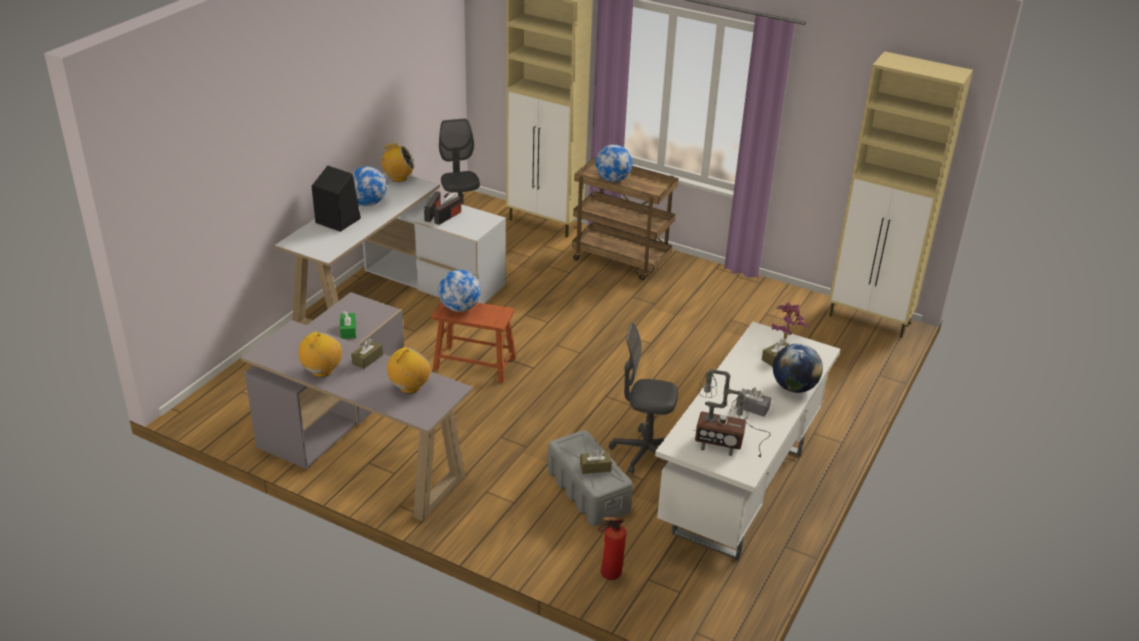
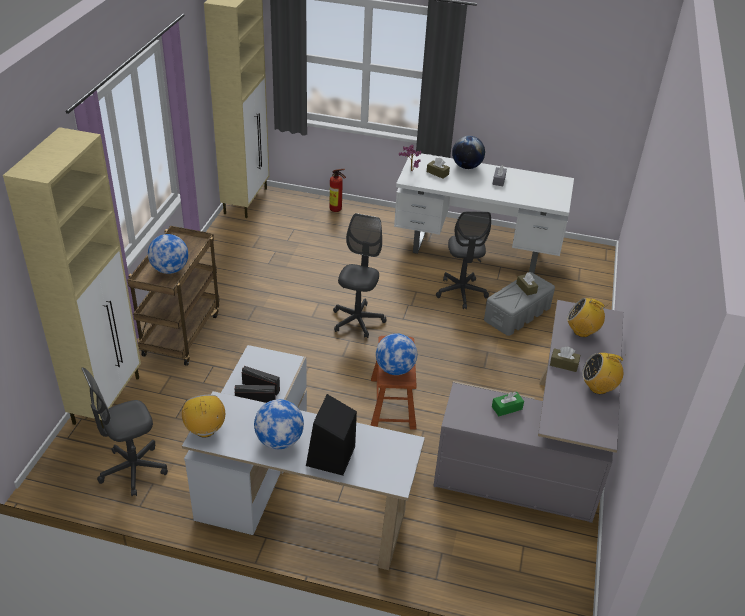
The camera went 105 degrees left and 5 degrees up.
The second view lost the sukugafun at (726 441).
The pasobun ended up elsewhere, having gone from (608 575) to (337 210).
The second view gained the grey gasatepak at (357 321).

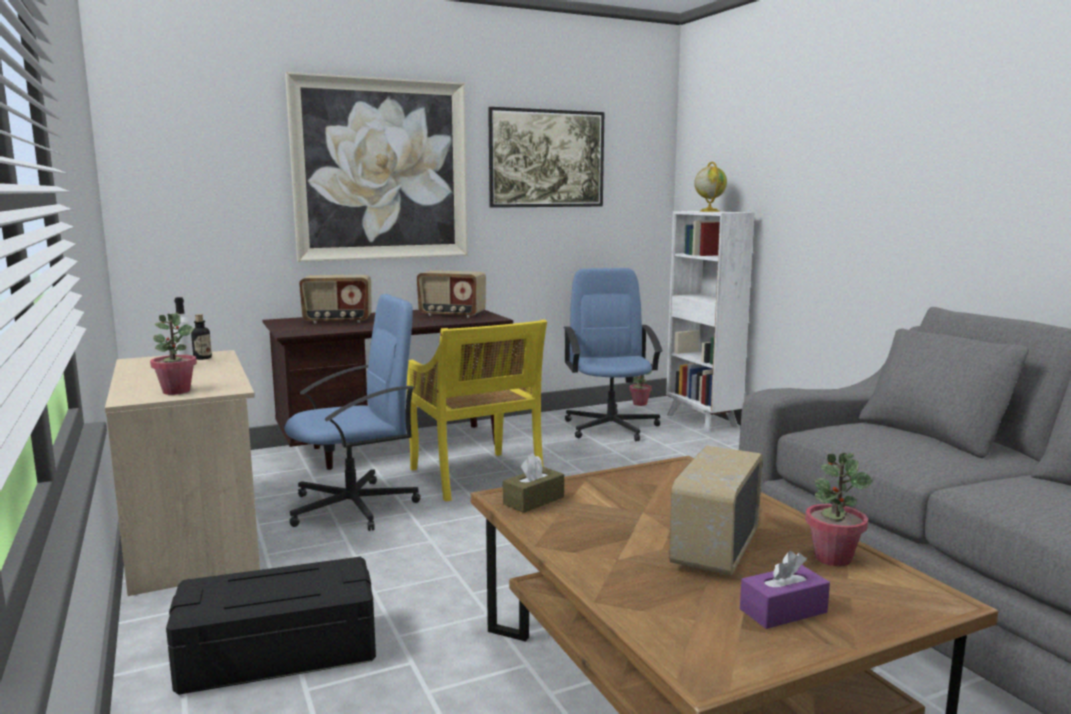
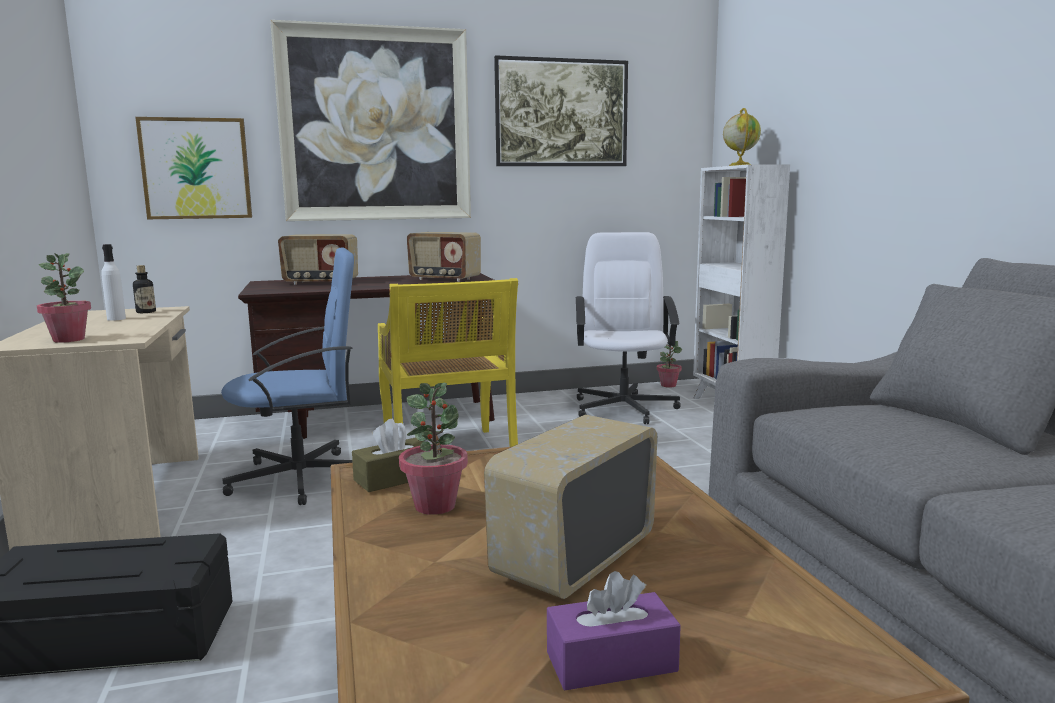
The camera went 10 degrees right and 0 degrees up.
What was the blue gasatepak at (611 427) turned into the white gasatepak at (624 408).
The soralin ended up elsewhere, having gone from (832 558) to (435 506).
The second view gained the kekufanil at (196 169).

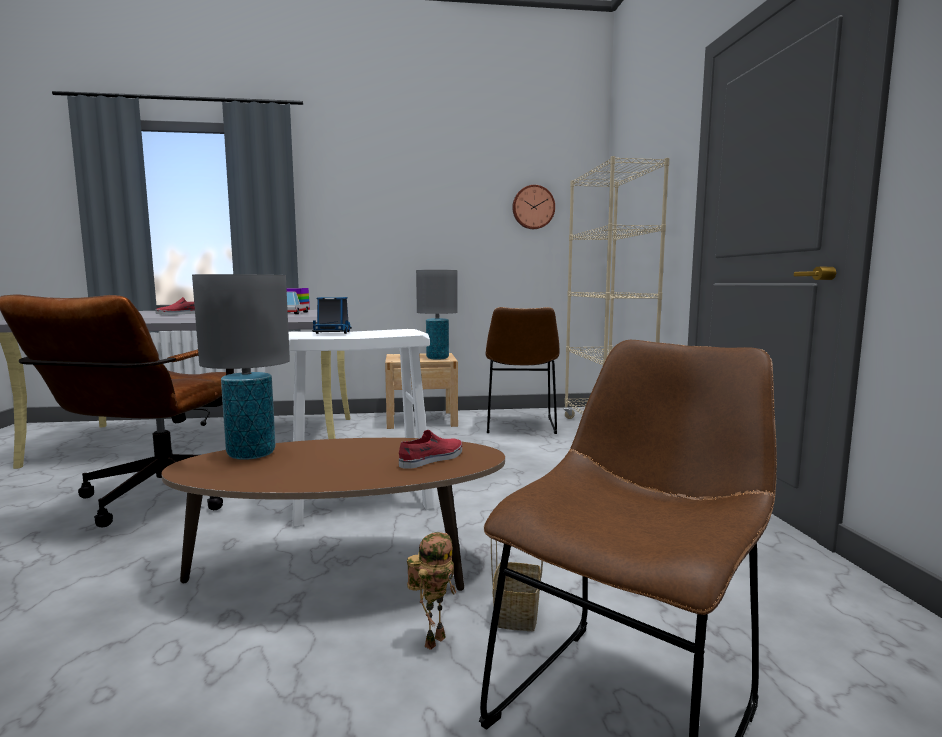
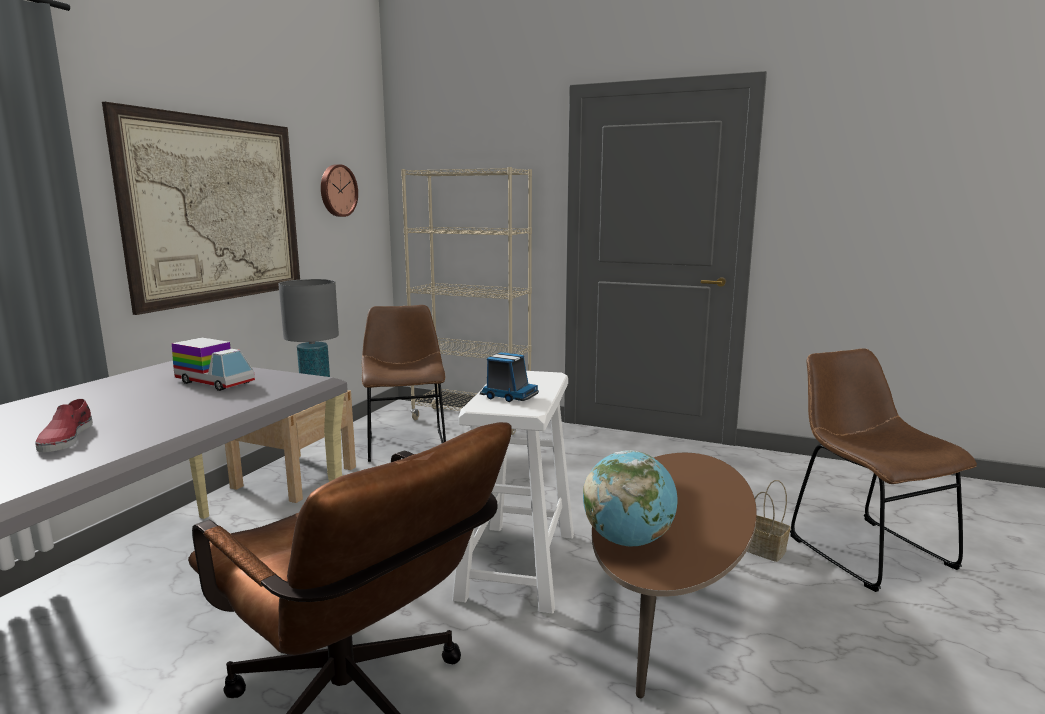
The camera went 60 degrees left and 5 degrees up.
Where the grey sukugafun stood at (251 454), the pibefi came to stand at (628 540).
The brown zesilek at (520 427) ended up facing another way, 135 degrees counterclockwise from before.
The second view lost the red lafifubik at (432 459).
The second view lost the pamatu at (434 640).
The second view gained the kekufanil at (217 210).

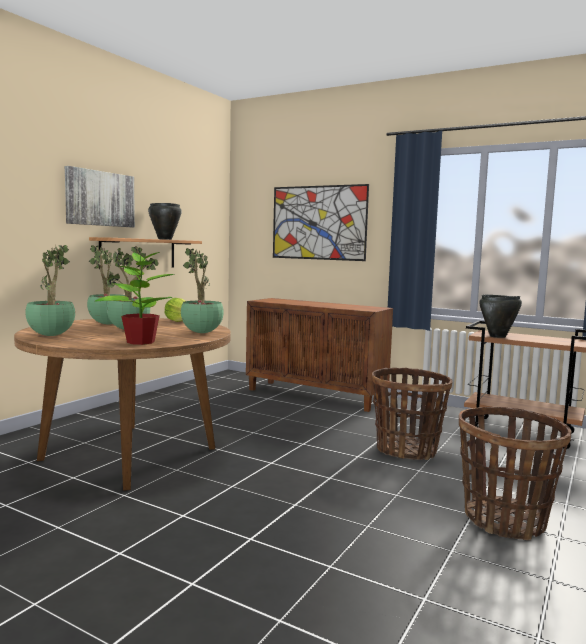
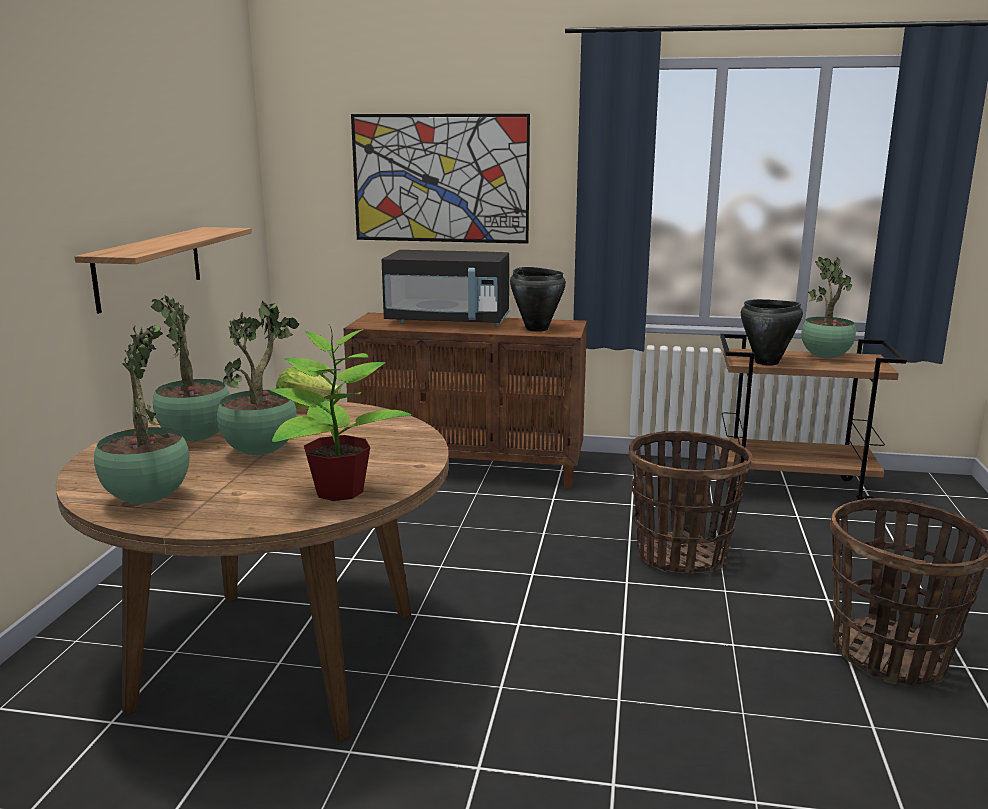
The camera went 20 degrees left and 10 degrees up.
The second view lost the kekufanil at (100 198).
The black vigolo ended up elsewhere, having gone from (165 239) to (536 329).
The soralin ended up elsewhere, having gone from (201 333) to (826 358).
The second view gained the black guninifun at (448 321).

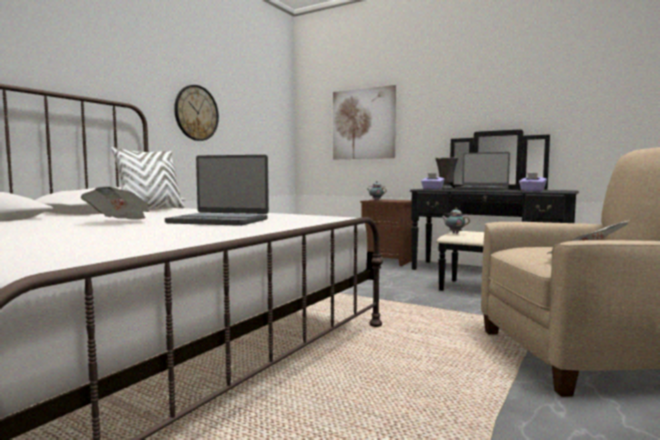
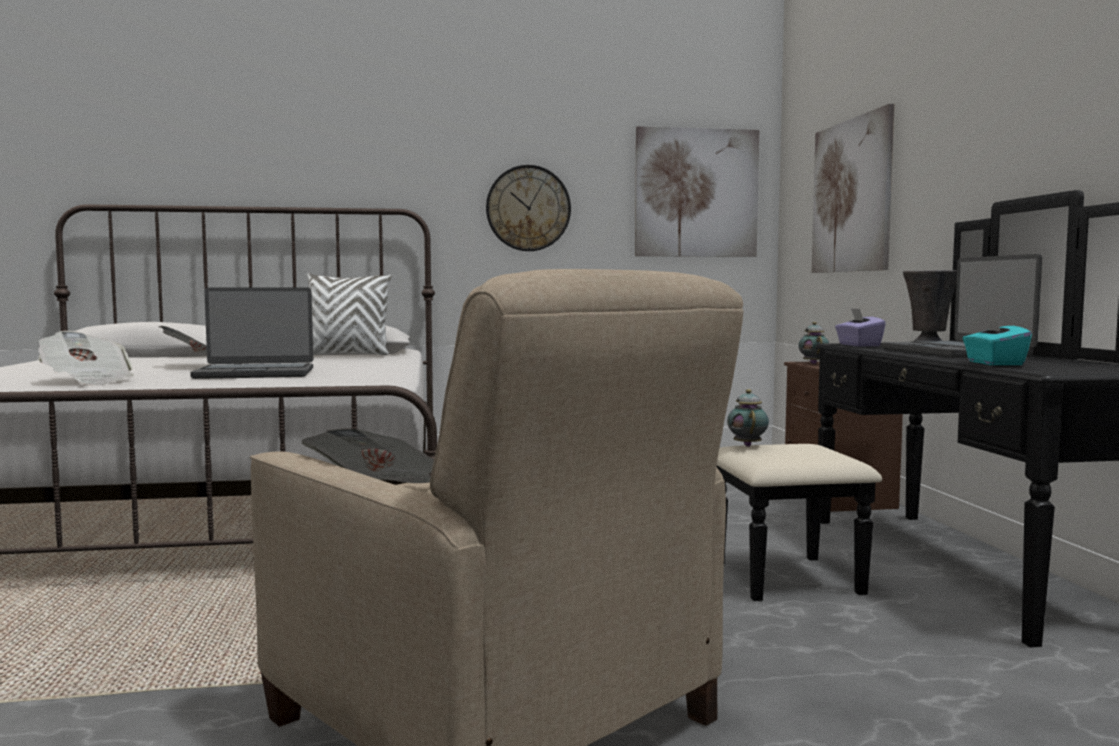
The camera went 50 degrees right and 0 degrees up.
The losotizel at (219 221) ended up facing another way, 75 degrees counterclockwise from before.
What was the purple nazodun at (532 190) turned into the turquoise nazodun at (994 363).
The second view gained the kekufanil at (696 193).
The second view gained the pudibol at (88 382).

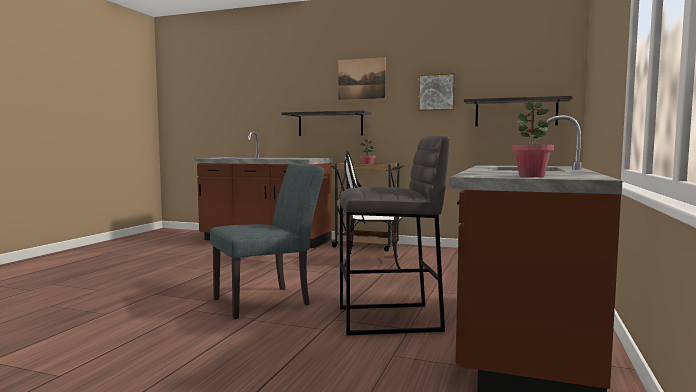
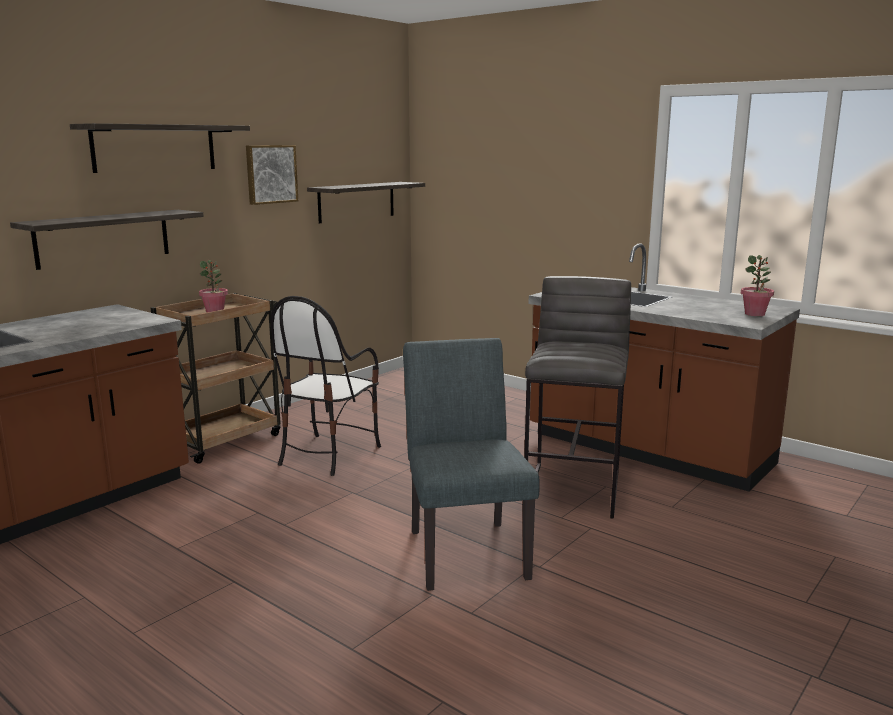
The camera went 70 degrees left and 10 degrees up.
Where the kekufanil hung at (361 79), the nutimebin came to hang at (155 148).

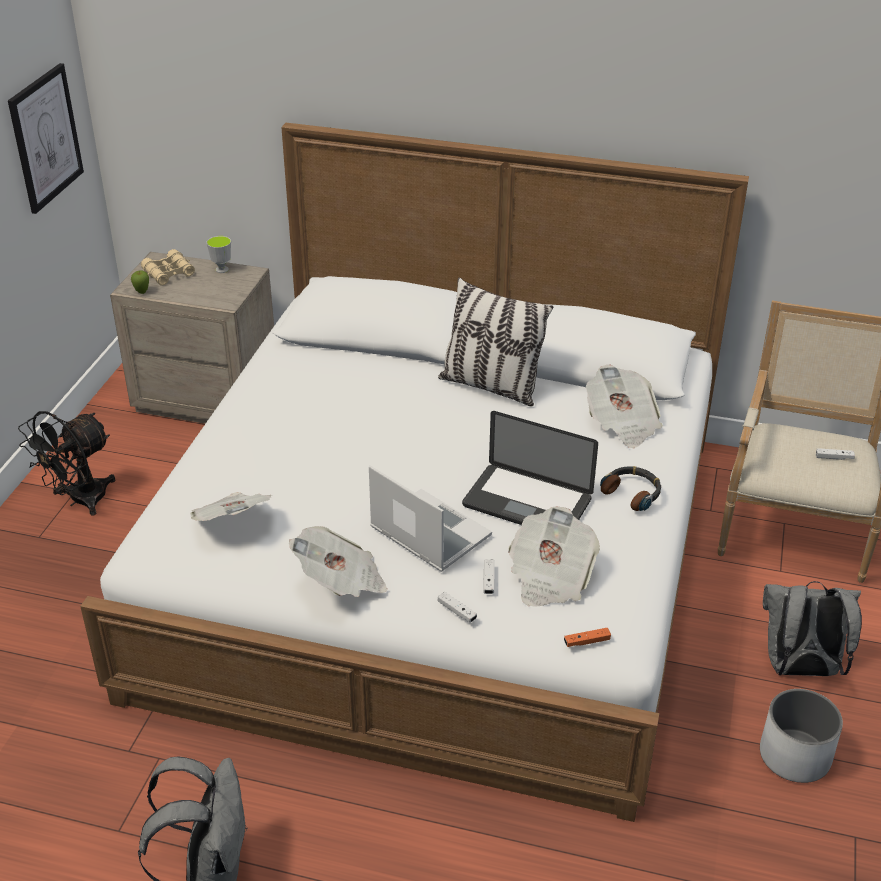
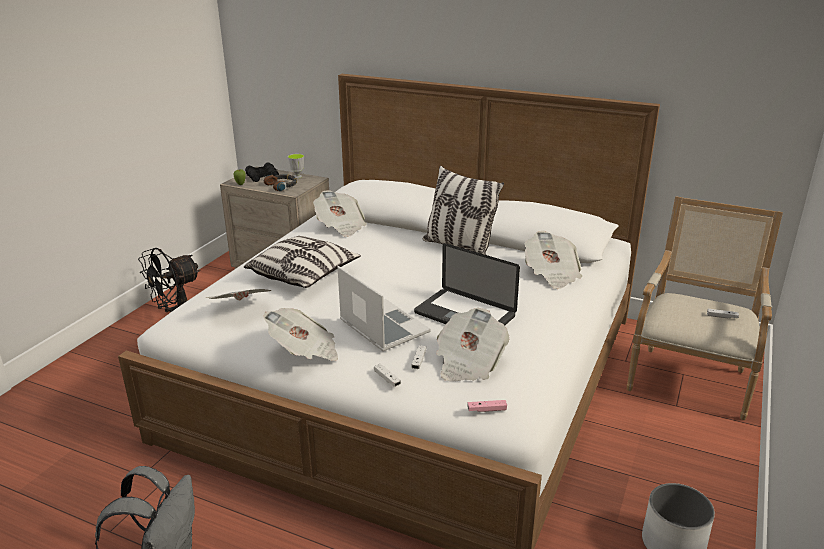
The camera went 10 degrees right and 10 degrees down.
The second view lost the kekufanil at (45 138).
What was the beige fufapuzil at (169 273) turned into the black fufapuzil at (262 176).
The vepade ended up elsewhere, having gone from (632 493) to (282 186).
The second view lost the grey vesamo at (799 669).
What was the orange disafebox at (587 642) turned into the pink disafebox at (487 410).
The second view gained the pudibol at (340 226).
The second view gained the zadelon at (304 275).

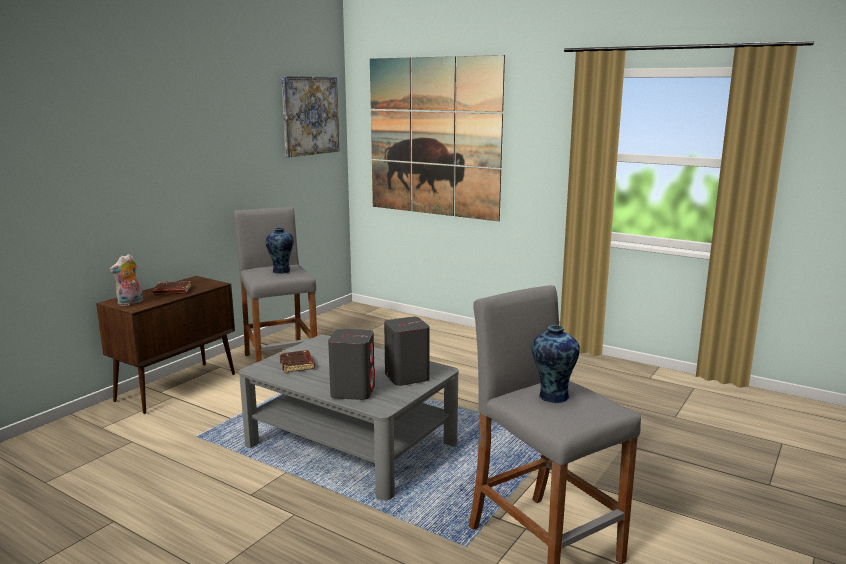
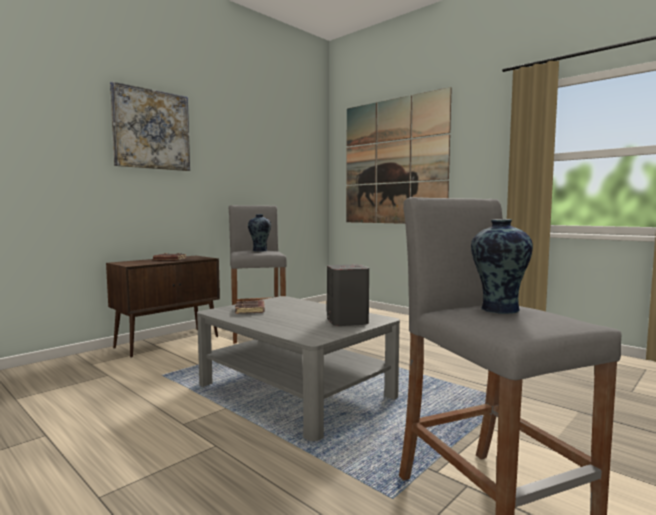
The camera went 10 degrees right and 10 degrees down.
The kekufanil ended up elsewhere, having gone from (310 115) to (151 129).
The second view lost the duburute at (130 303).
The second view lost the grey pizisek at (353 391).

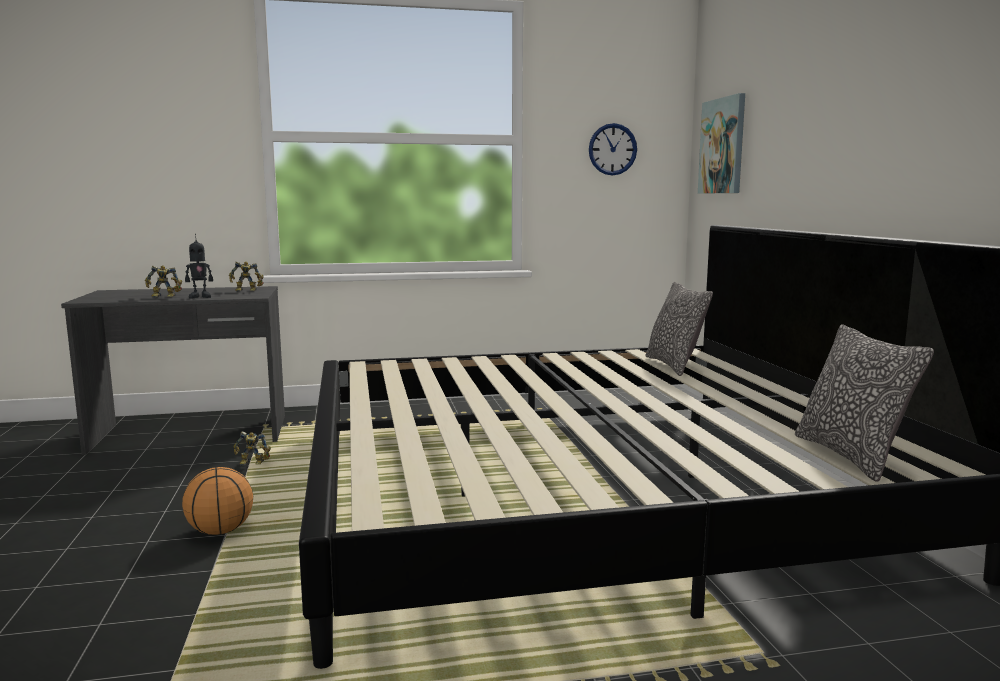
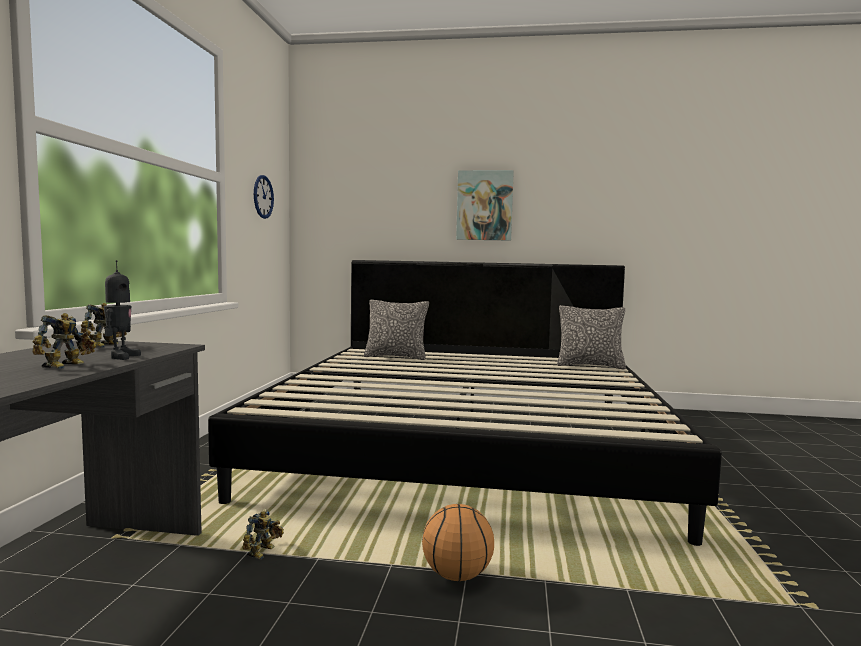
The camera went 70 degrees left and 5 degrees down.
The kekufanil ended up elsewhere, having gone from (723 146) to (484 205).

